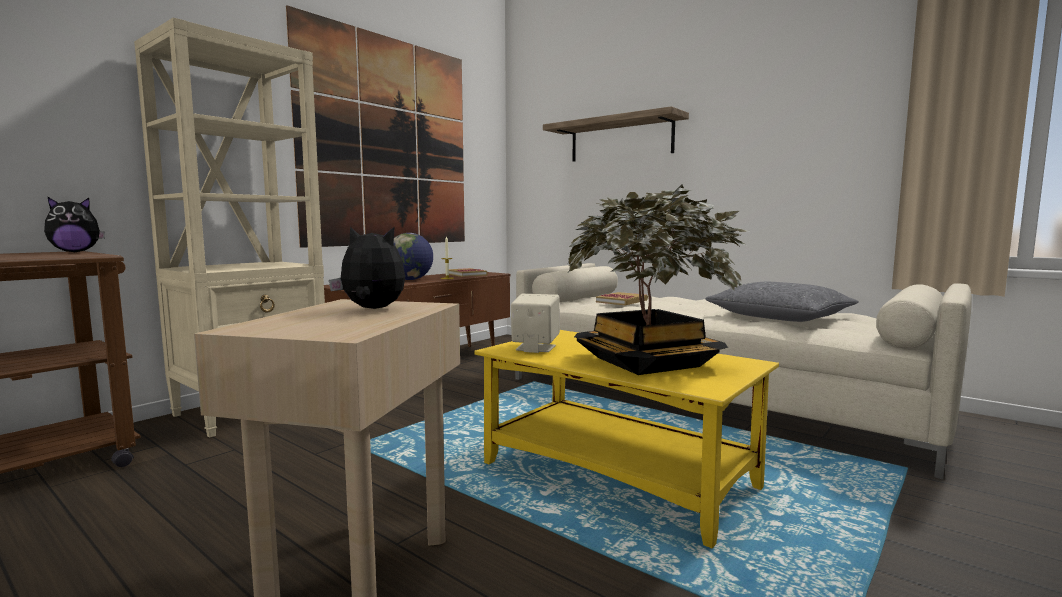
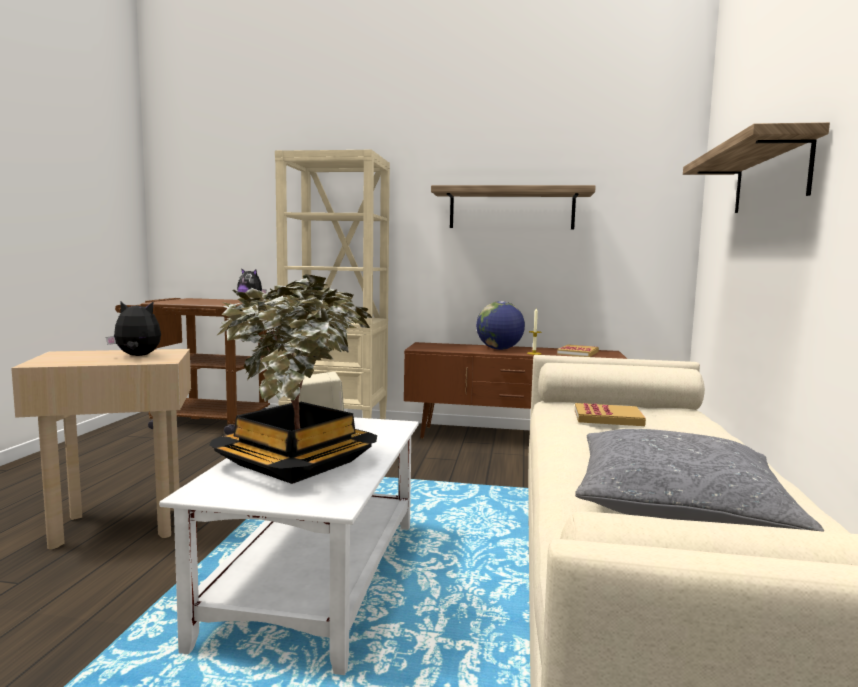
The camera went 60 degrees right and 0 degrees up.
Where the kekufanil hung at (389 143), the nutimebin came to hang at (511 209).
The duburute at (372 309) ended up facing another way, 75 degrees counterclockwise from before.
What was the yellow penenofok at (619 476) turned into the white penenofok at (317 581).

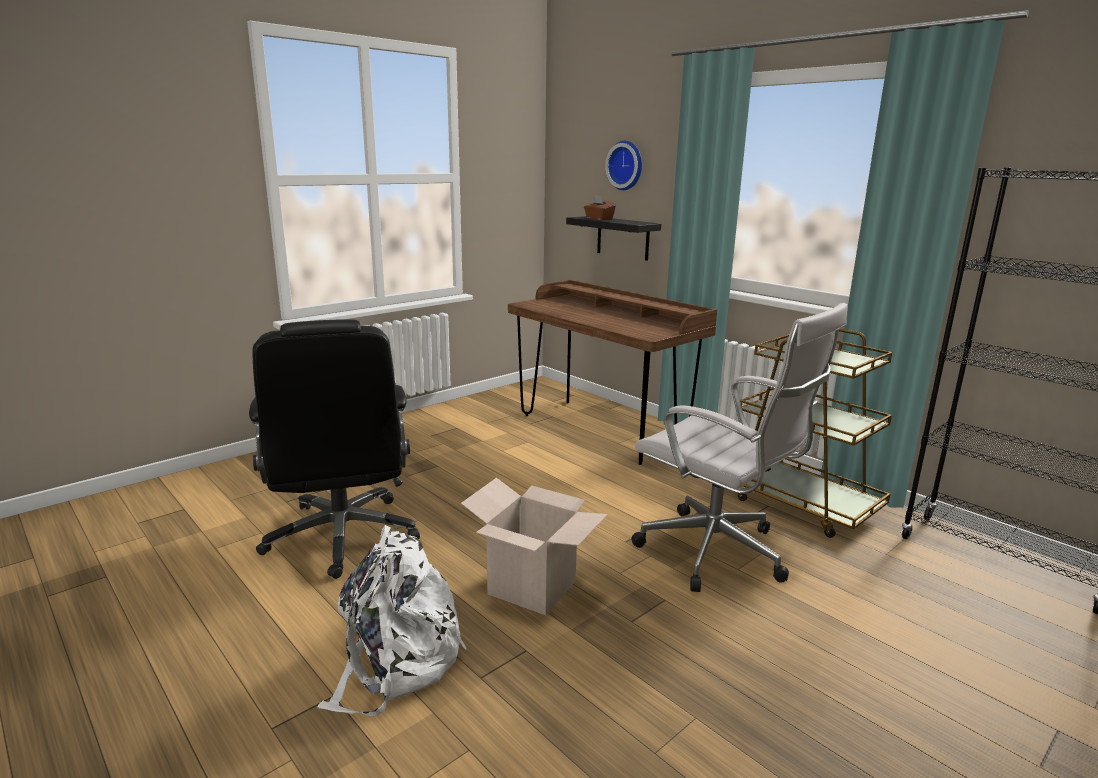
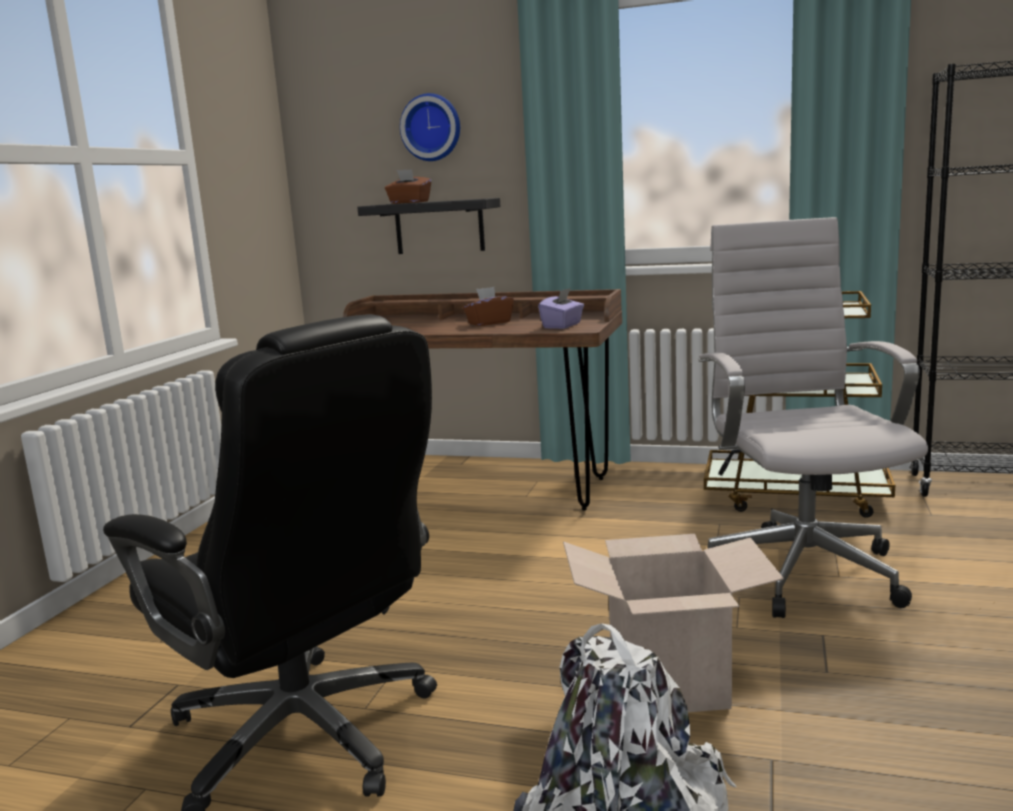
The camera went 30 degrees left and 5 degrees down.
The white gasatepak at (718 554) ended up facing another way, 105 degrees counterclockwise from before.
The second view gained the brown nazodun at (489 323).
The second view gained the purple nazodun at (562 326).

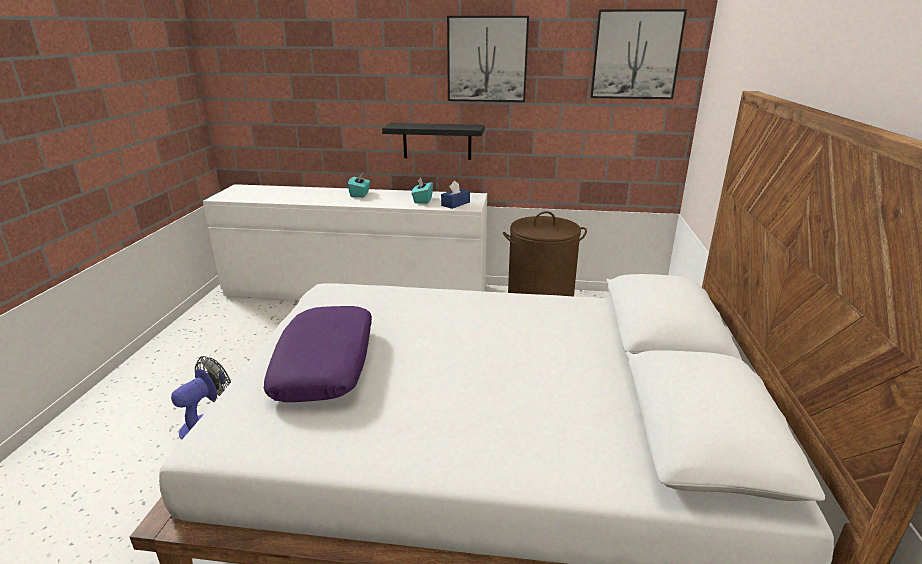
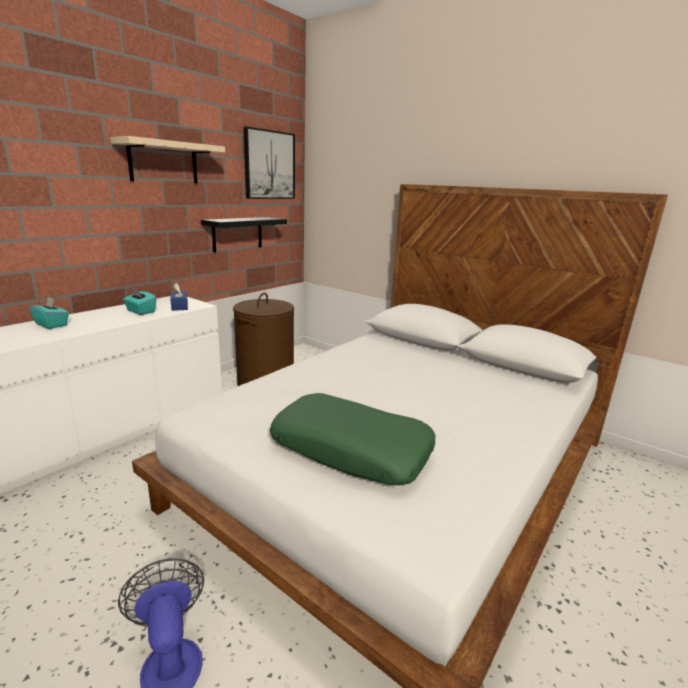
The camera went 60 degrees left and 5 degrees down.
Where the kekufanil hung at (487 59), the beige nutimebin came to hang at (163 162).
The black nutimebin ended up elsewhere, having gone from (437 141) to (237 234).
What was the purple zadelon at (326 364) turned into the green zadelon at (351 449).

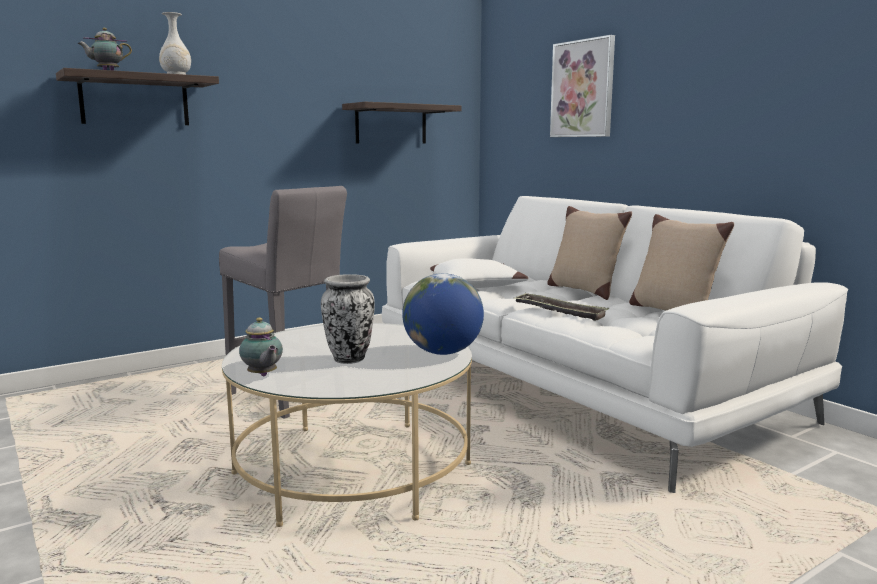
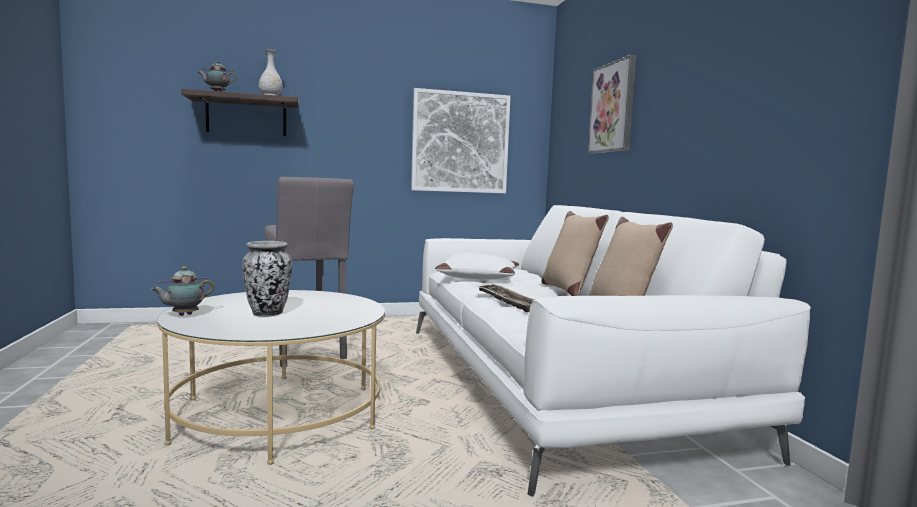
The camera went 20 degrees right and 5 degrees down.
Where the nutimebin hung at (391 124), the kekufanil came to hang at (460 142).
The second view lost the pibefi at (443 352).
The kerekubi at (262 375) ended up facing another way, 60 degrees clockwise from before.

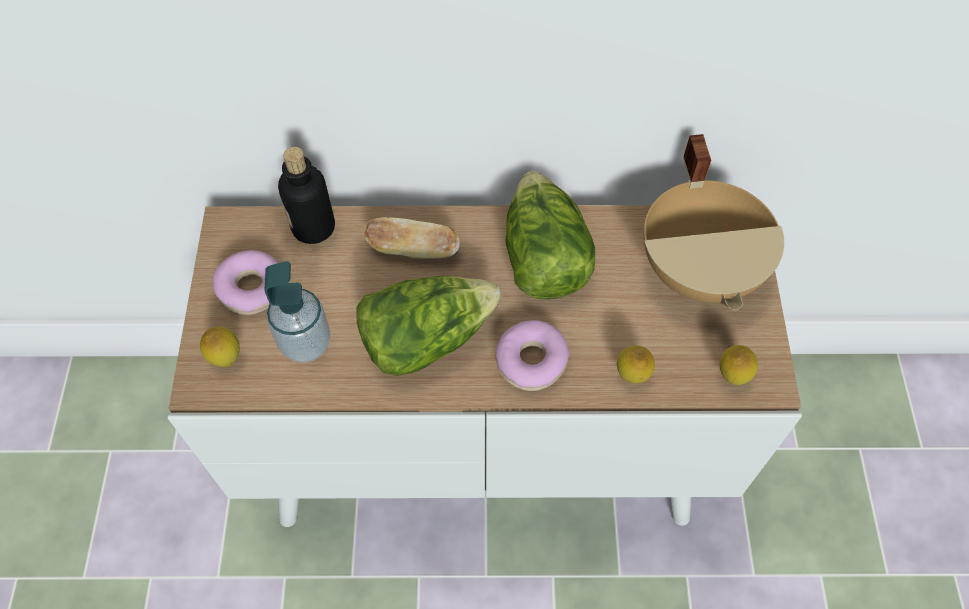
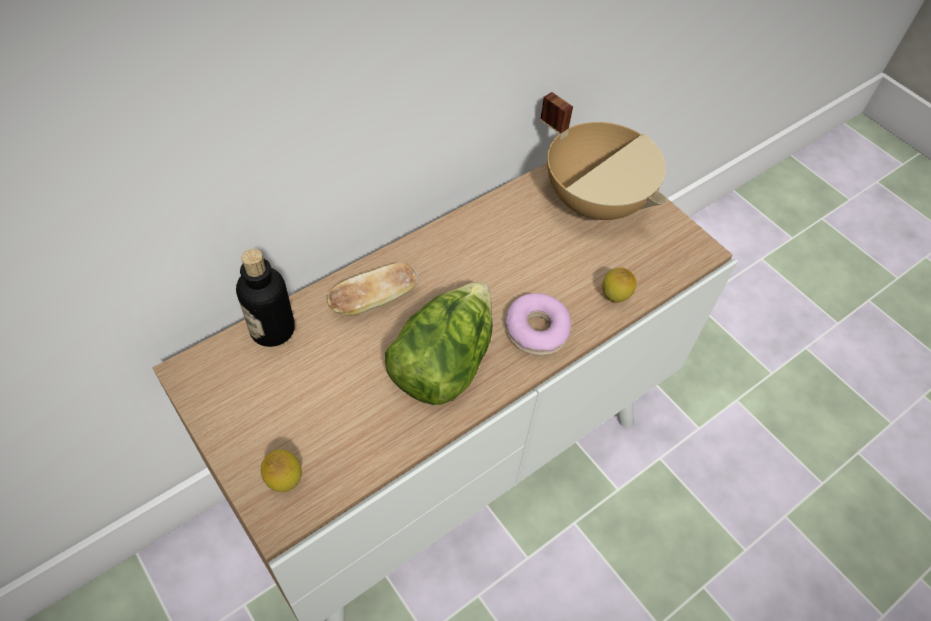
The camera went 40 degrees left and 5 degrees down.
The second view lost the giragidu at (542 257).
The second view lost the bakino at (252 289).
The second view lost the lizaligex at (305 343).
The second view lost the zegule at (732 376).

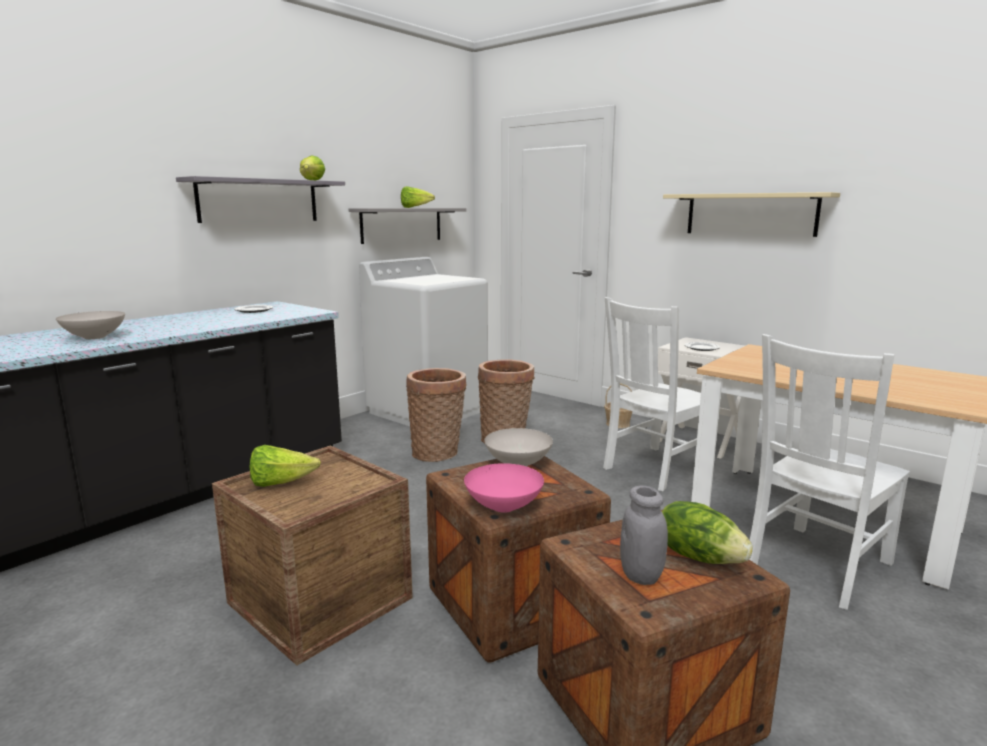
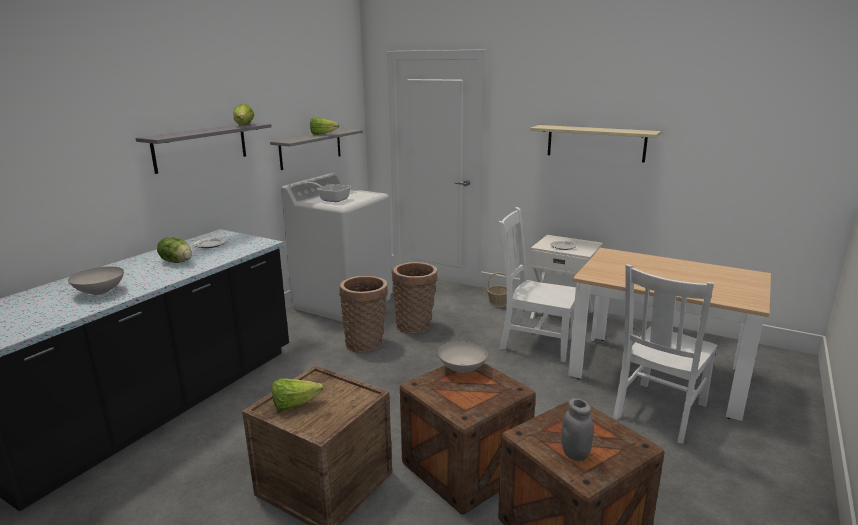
The camera went 10 degrees left and 5 degrees up.
The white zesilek at (654 468) ended up facing another way, 75 degrees clockwise from before.
The second view lost the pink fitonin at (504 506).
The giragidu ended up elsewhere, having gone from (699 556) to (177 261).
The second view gained the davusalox at (331 199).

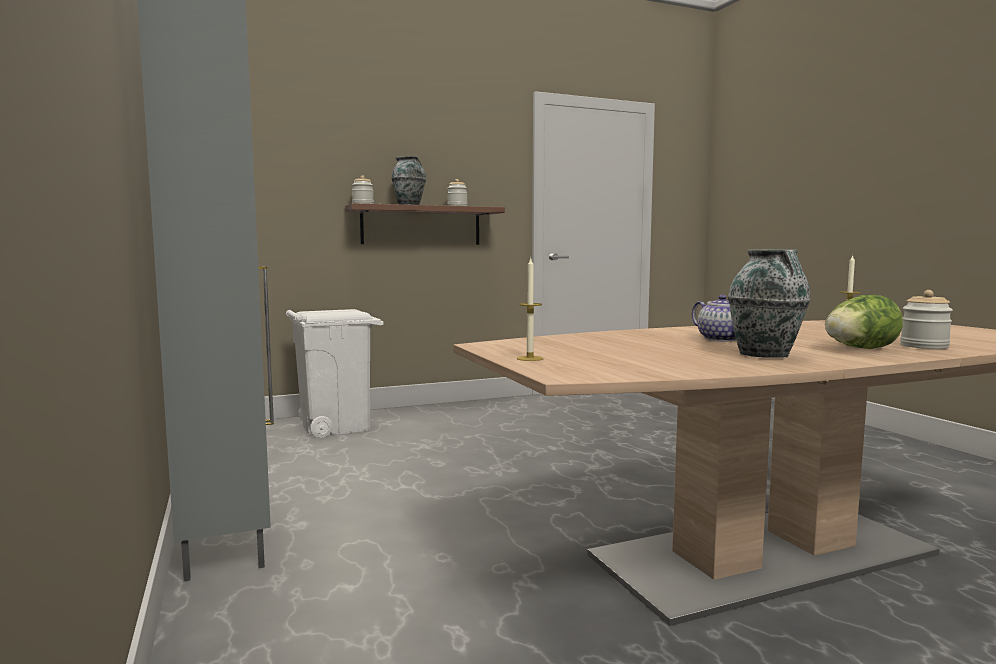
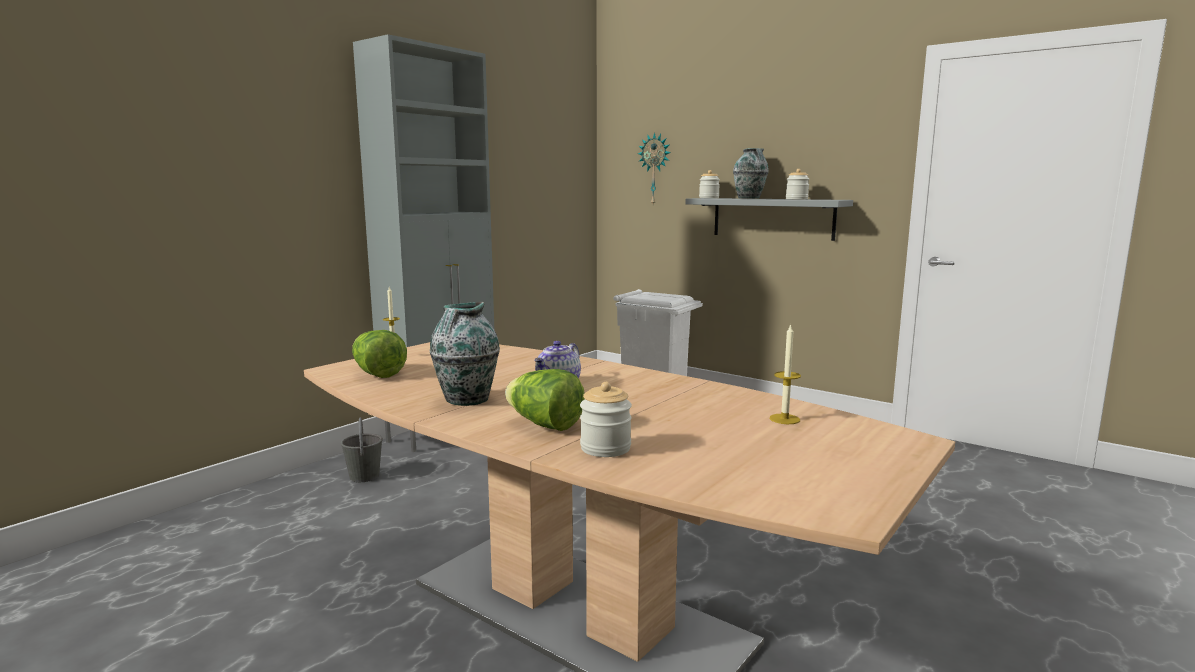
The camera went 60 degrees right and 5 degrees up.
What was the brown nutimebin at (421 226) turned into the grey nutimebin at (772 218).
The second view gained the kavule at (655 169).
The second view gained the giragidu at (377 374).
The second view gained the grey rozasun at (364 476).

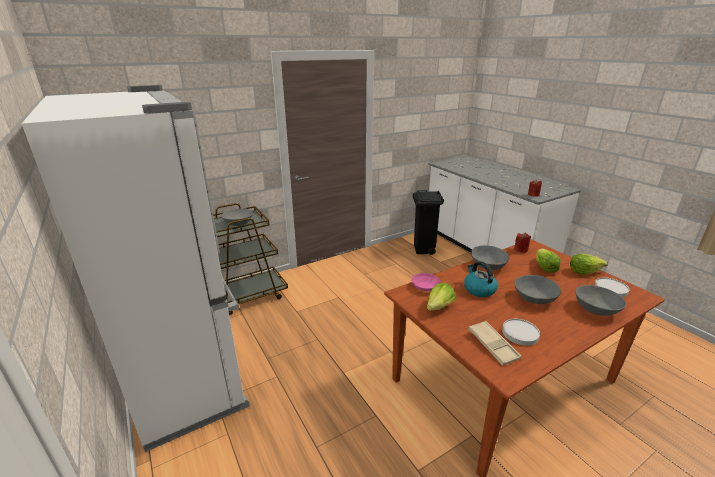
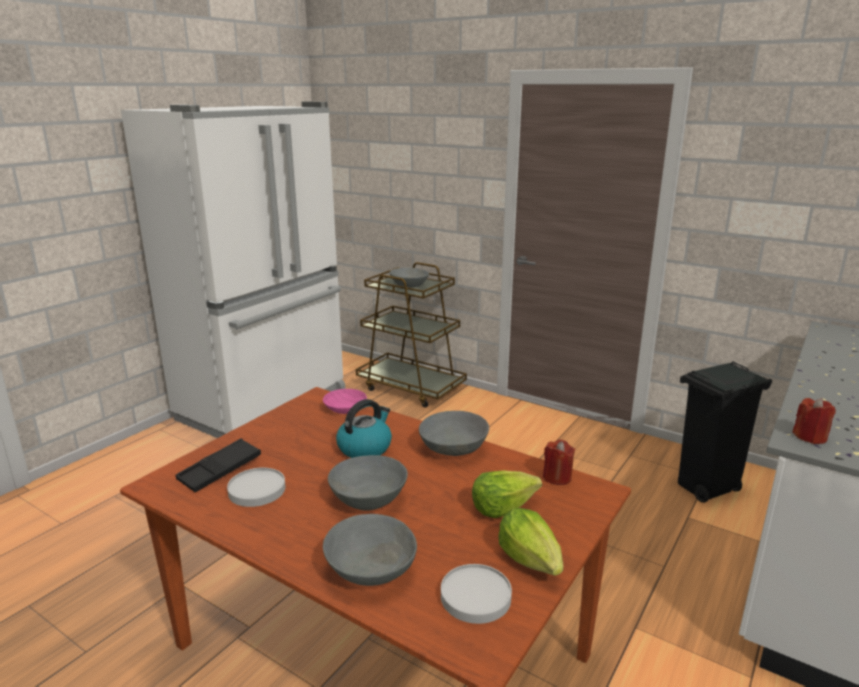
The camera went 65 degrees right and 5 degrees down.
The second view lost the giragidu at (439 307).
What was the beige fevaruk at (493 345) turned into the black fevaruk at (220 470).

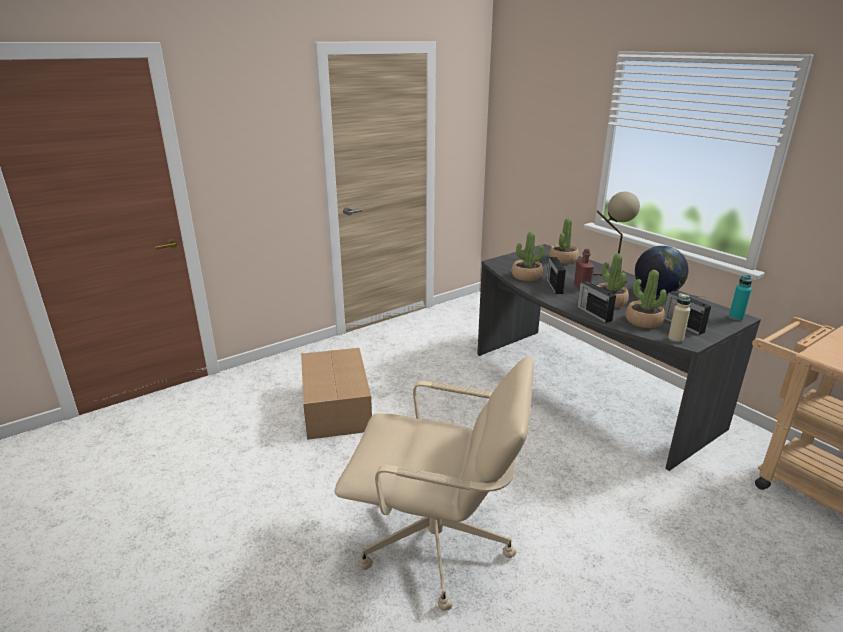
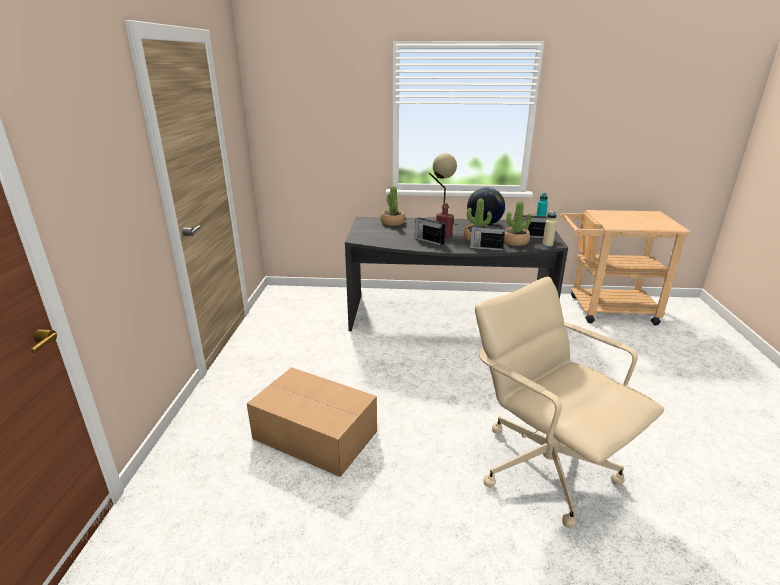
The camera went 50 degrees left and 0 degrees up.
The second view lost the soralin at (526 276).
The beige gasatepak at (437 545) ended up facing another way, 90 degrees counterclockwise from before.

